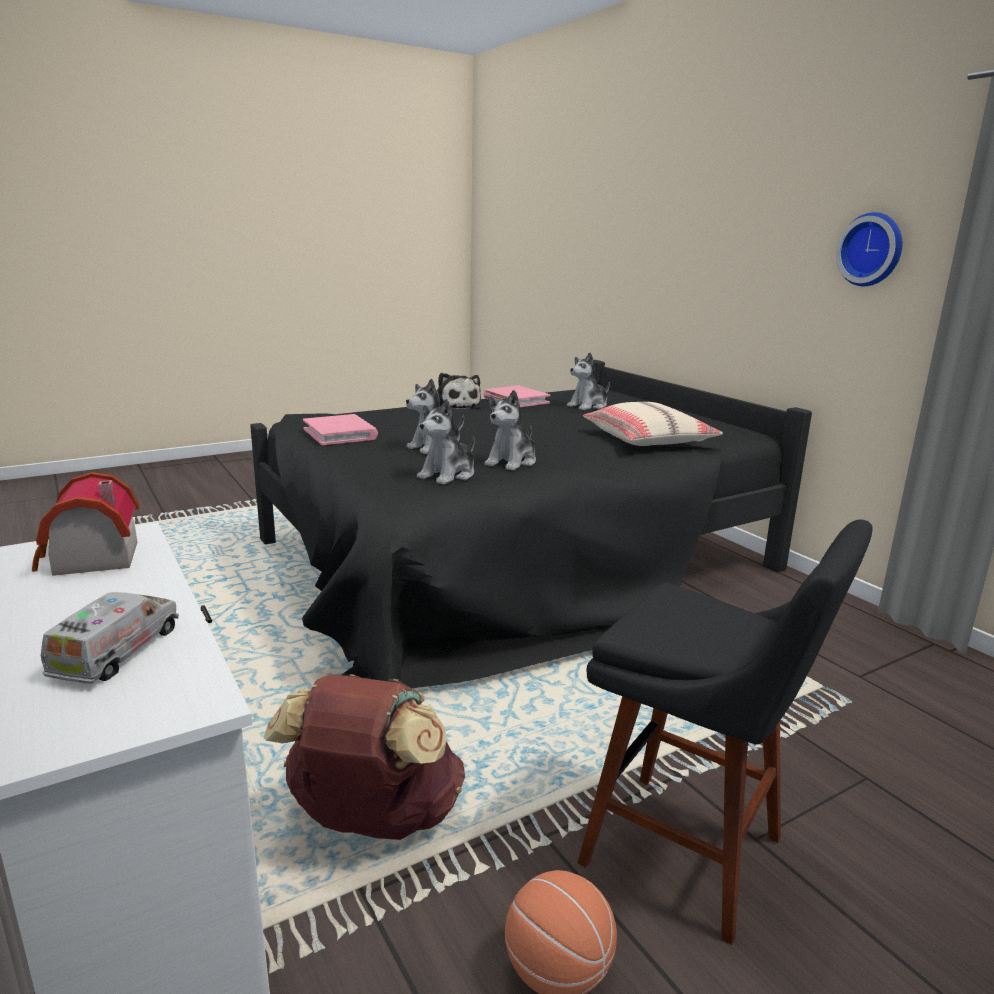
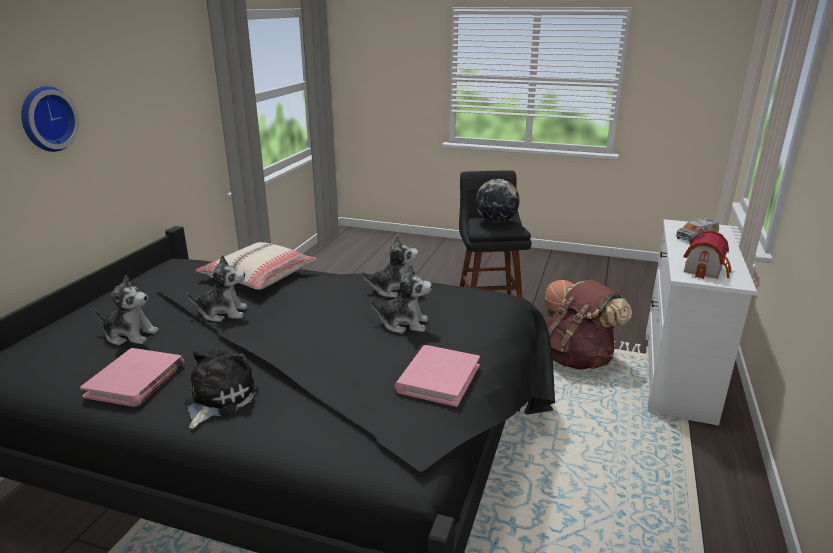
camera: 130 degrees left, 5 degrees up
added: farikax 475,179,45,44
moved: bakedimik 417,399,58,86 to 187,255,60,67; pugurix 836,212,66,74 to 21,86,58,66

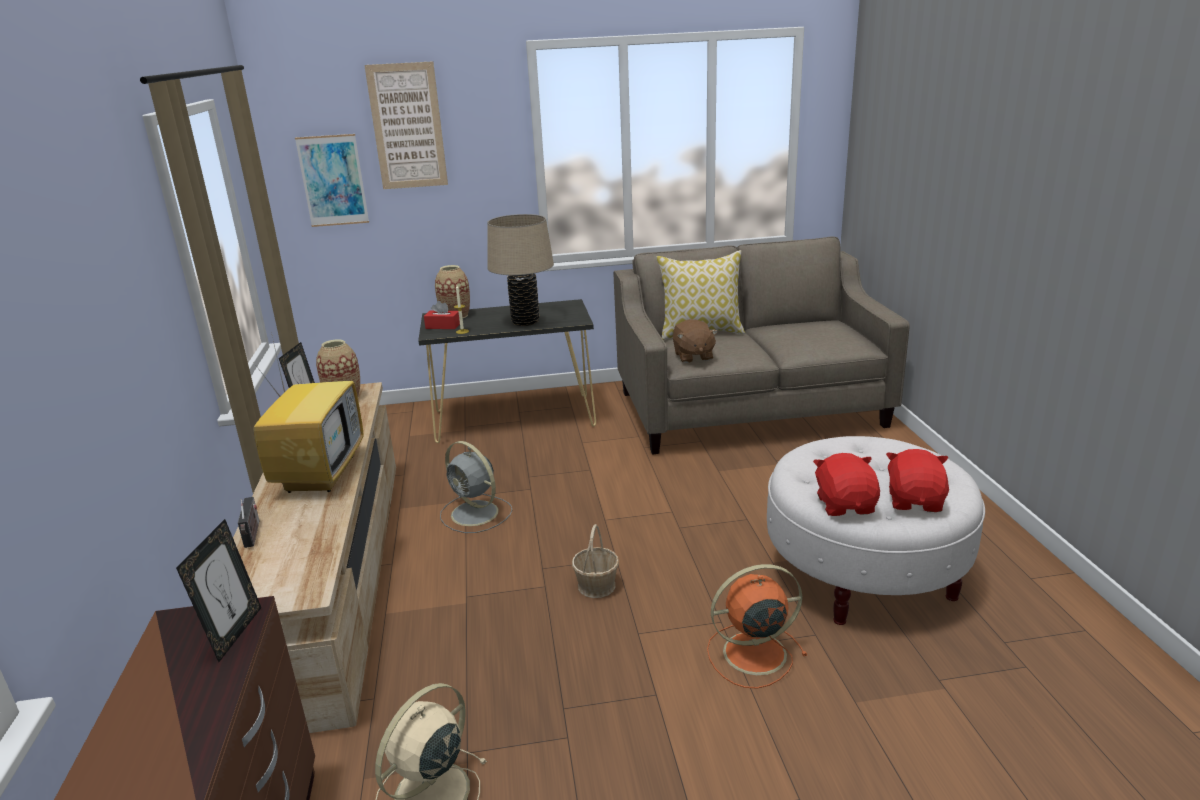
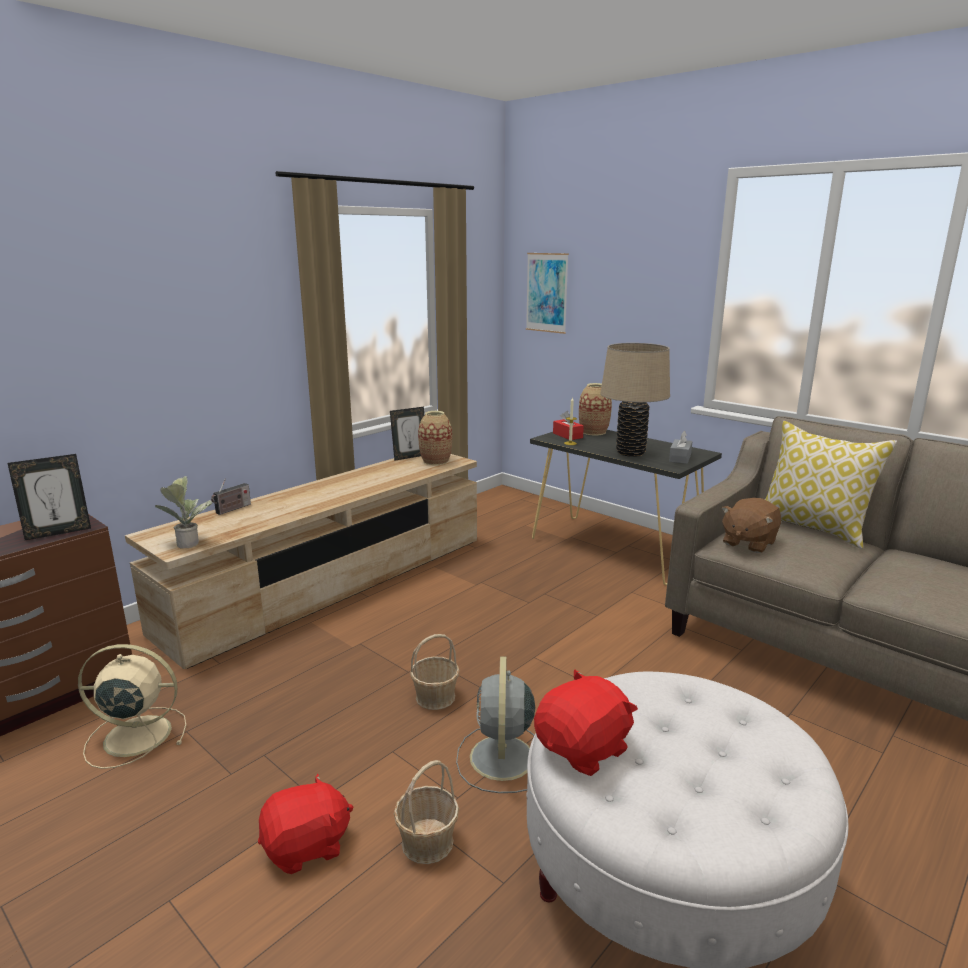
camera: 50 degrees right, 5 degrees down
removed: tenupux 253,337,111,156; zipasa 364,61,84,128
added: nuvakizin 155,476,58,73; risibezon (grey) 669,431,23,33
moved: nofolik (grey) 440,441,72,92 to 456,656,79,137; bakedimik (red) 886,449,63,63 to 258,773,95,101
replaced: nofolik (orange) 707,564,100,125 to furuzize 394,760,65,104

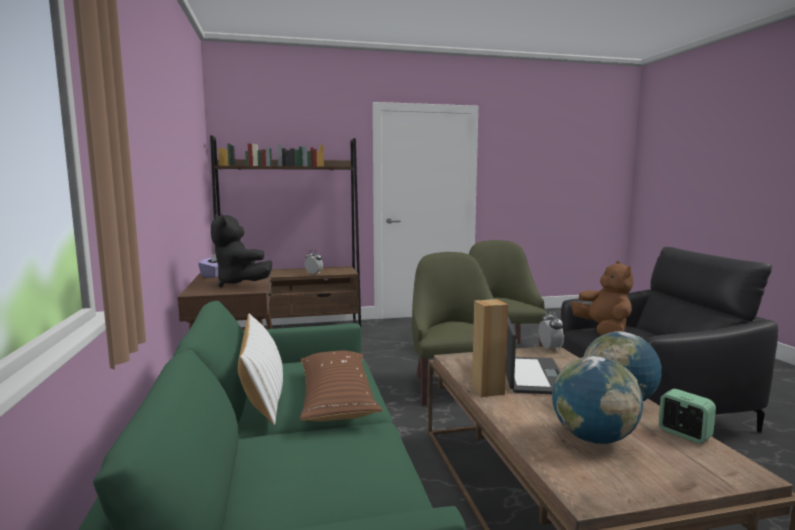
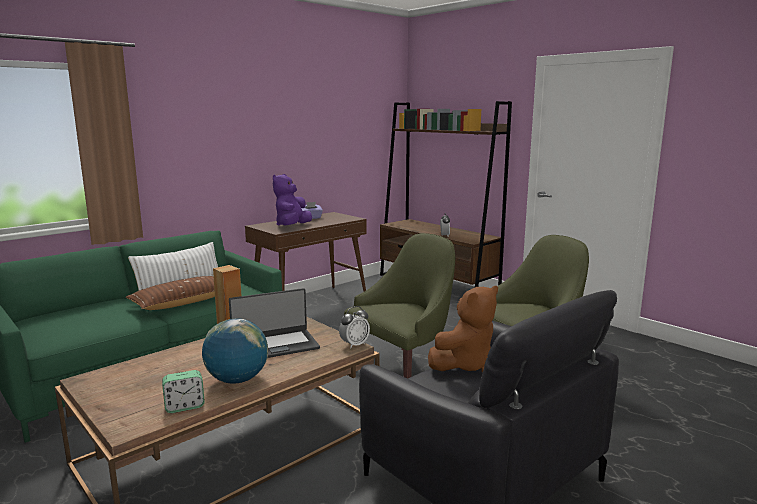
camera: 60 degrees right, 5 degrees up
removed: farikax 552,356,91,88
recoloured: bakedimik (black) 211,214,61,73 to bakedimik (purple) 273,174,39,52
turned: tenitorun 659,389,57,55 = 162,370,43,43 45 degrees clockwise

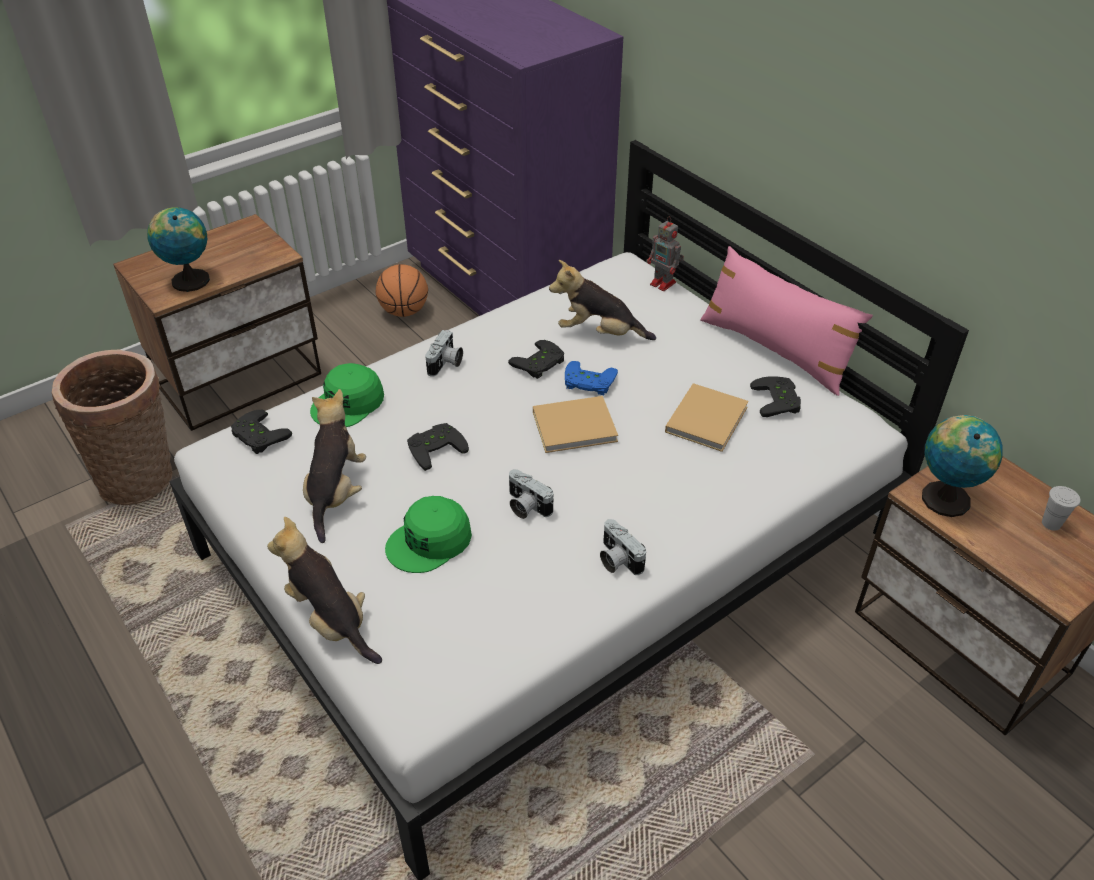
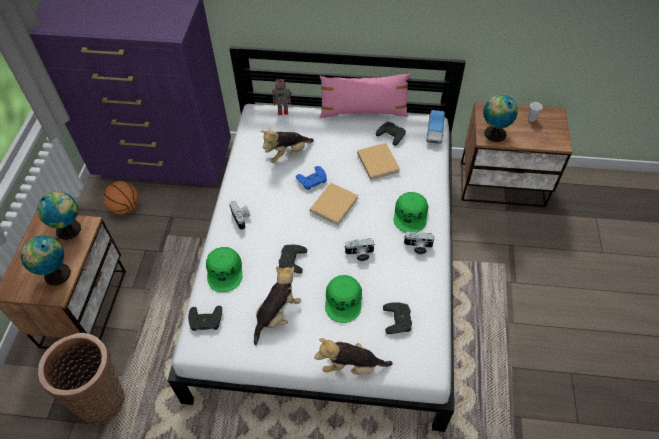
camera: 45 degrees left, 10 degrees up
added: farikax 37,191,44,49; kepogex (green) 394,192,35,40; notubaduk 426,110,19,34
moved: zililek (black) 508,340,56,39 to 383,302,29,32
turned: bakedimik 303,389,63,154 = 254,267,47,79 75 degrees clockwise

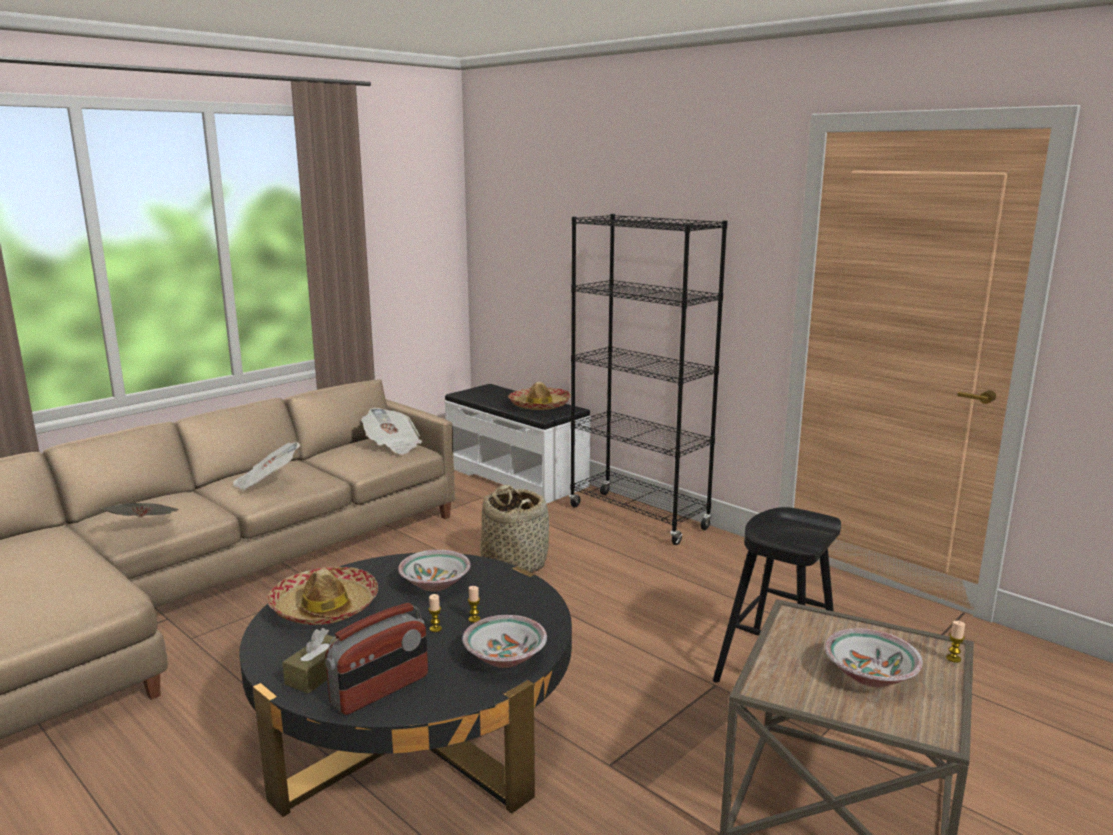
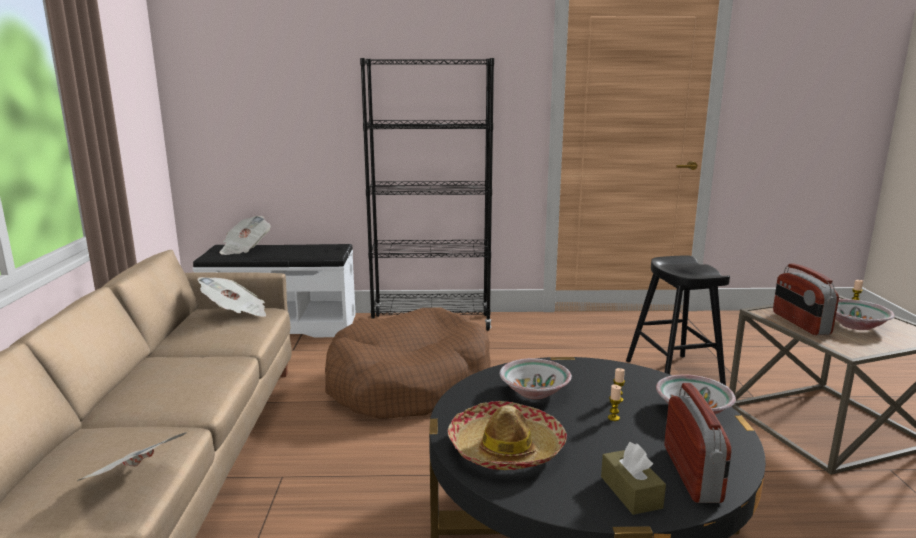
camera: 45 degrees left, 0 degrees up
removed: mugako 508,382,63,28
added: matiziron 773,263,66,72
moved: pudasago 232,442,68,49 to 219,216,52,39
replaced: furuzize 480,485,69,88 to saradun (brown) 325,307,166,112

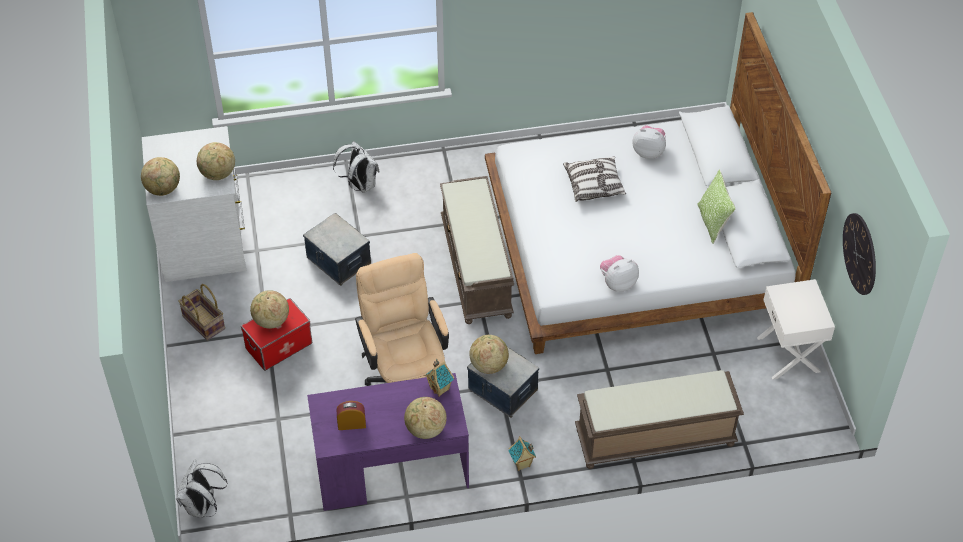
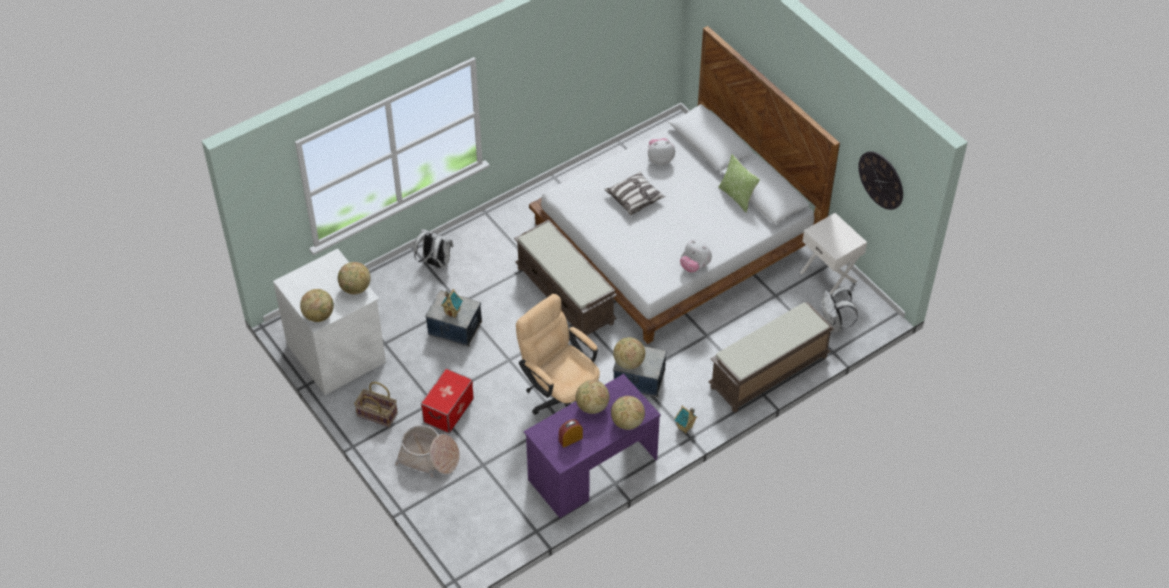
camera: 25 degrees left, 0 degrees up
added: furuzize 395,425,65,52
moved: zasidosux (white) 176,459,52,59 to 821,287,37,45; farikax 250,290,39,39 to 576,380,33,34; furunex 424,359,30,38 to 441,289,22,29
turned: bakedimik 600,255,39,37 = 680,240,32,32 90 degrees counterclockwise

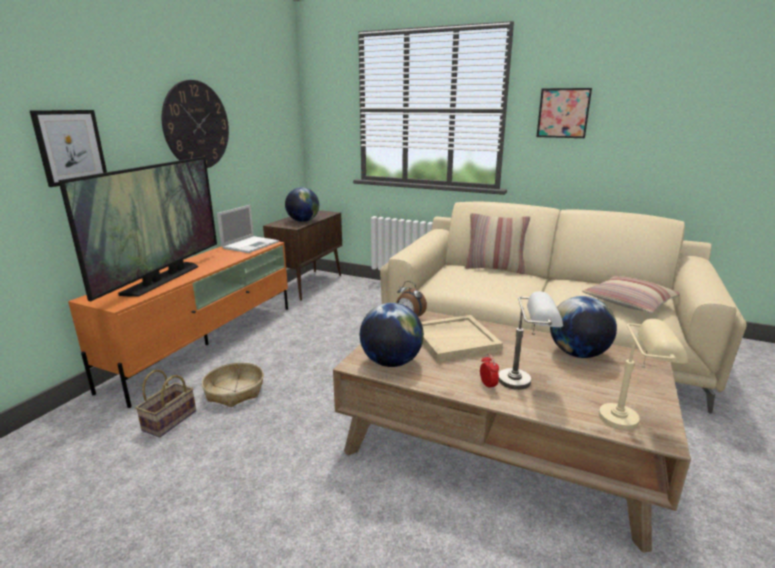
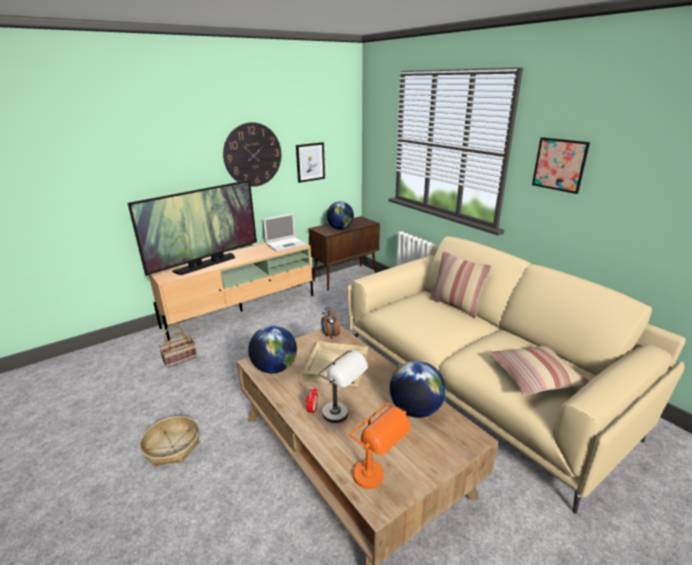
camera: 30 degrees right, 5 degrees up
moved: zipasa 30,110,77,77 to 296,142,29,41; furuzize 202,362,62,45 to 140,416,59,50
recoloured: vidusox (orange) 68,242,220,166 to vidusox (beige) 149,243,164,98; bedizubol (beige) 599,319,89,111 to bedizubol (orange) 350,403,60,86

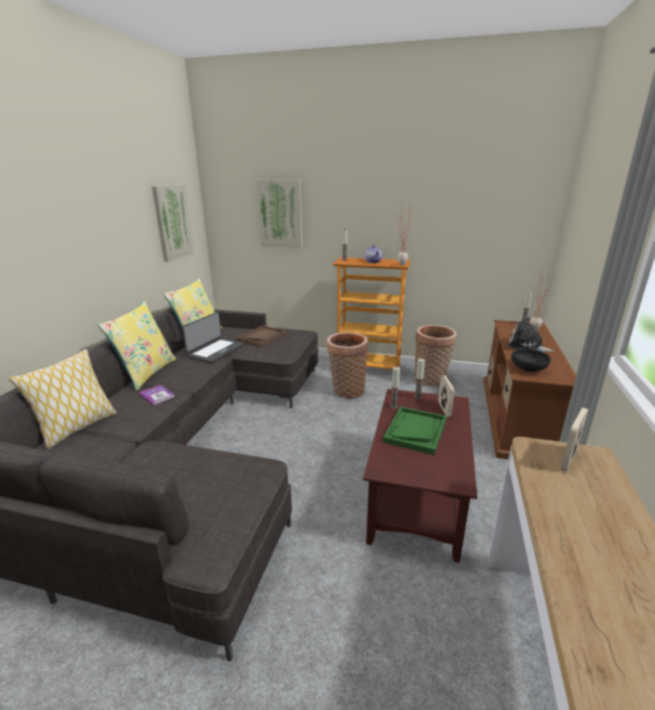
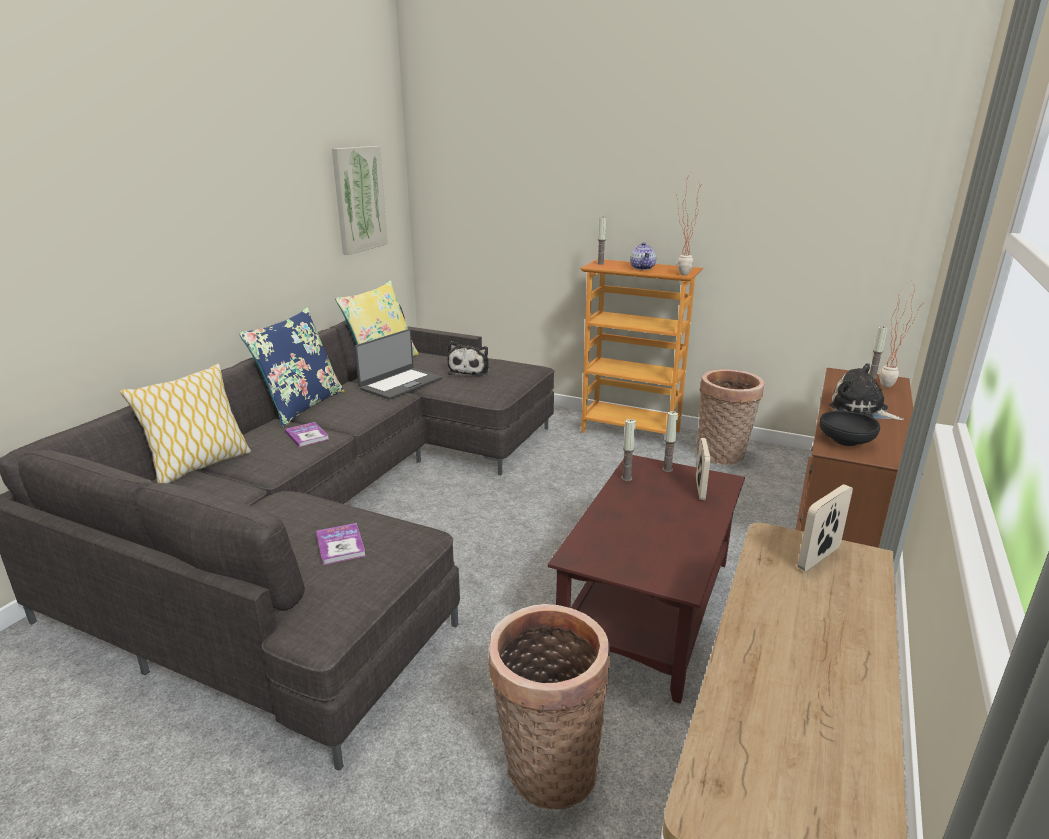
camera: 10 degrees right, 0 degrees up
removed: zipasa 256,179,47,69; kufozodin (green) 383,406,63,49
added: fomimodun 316,523,50,42
moved: furuzize 327,332,41,67 to 488,604,122,205
replaced: kufozodin (brown) 236,326,51,21 to bakedimik 448,341,41,35
recoloured: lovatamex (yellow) 98,301,78,90 to lovatamex (blue) 239,307,105,120

